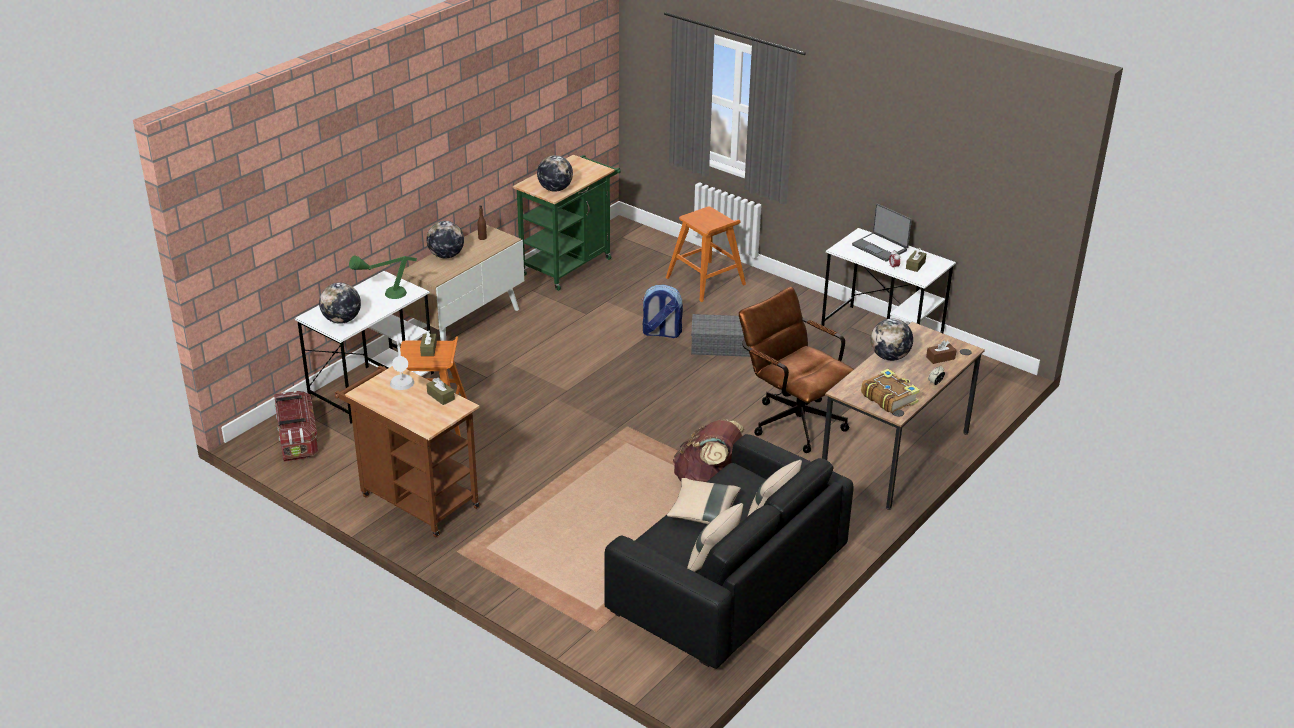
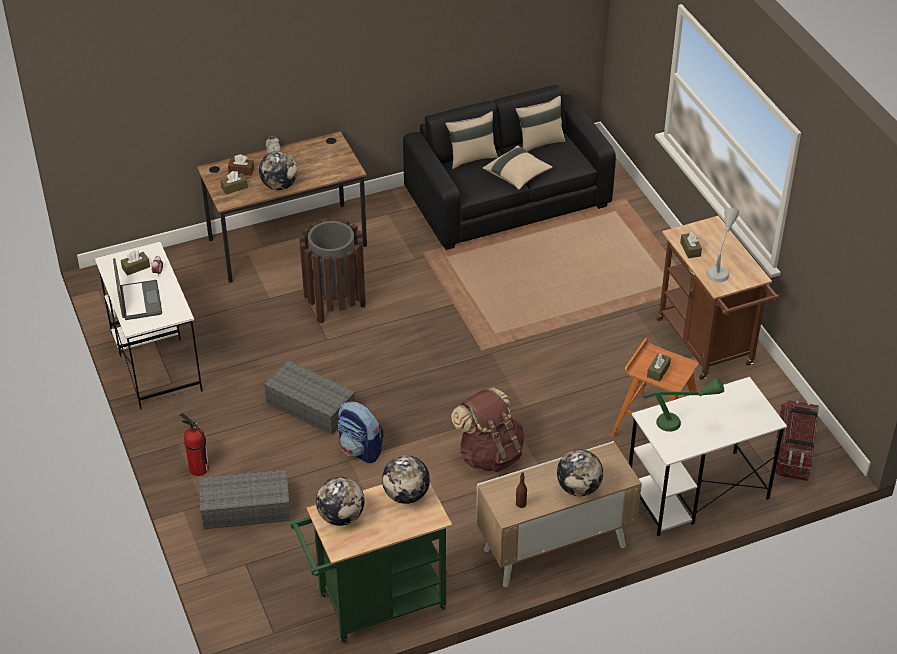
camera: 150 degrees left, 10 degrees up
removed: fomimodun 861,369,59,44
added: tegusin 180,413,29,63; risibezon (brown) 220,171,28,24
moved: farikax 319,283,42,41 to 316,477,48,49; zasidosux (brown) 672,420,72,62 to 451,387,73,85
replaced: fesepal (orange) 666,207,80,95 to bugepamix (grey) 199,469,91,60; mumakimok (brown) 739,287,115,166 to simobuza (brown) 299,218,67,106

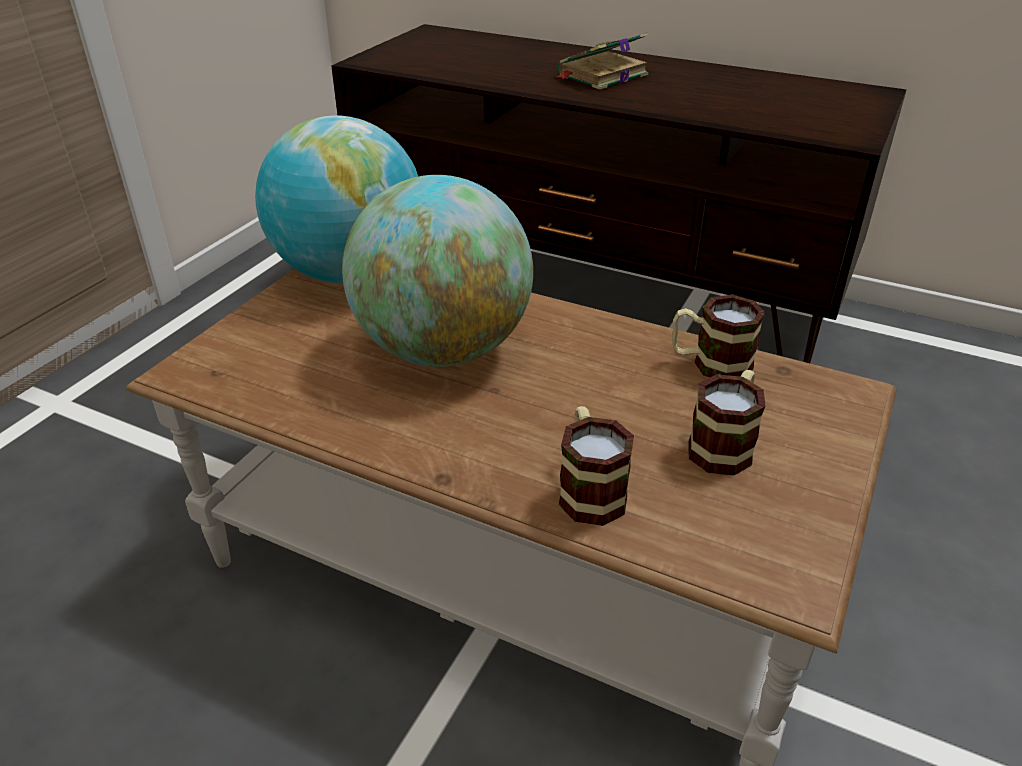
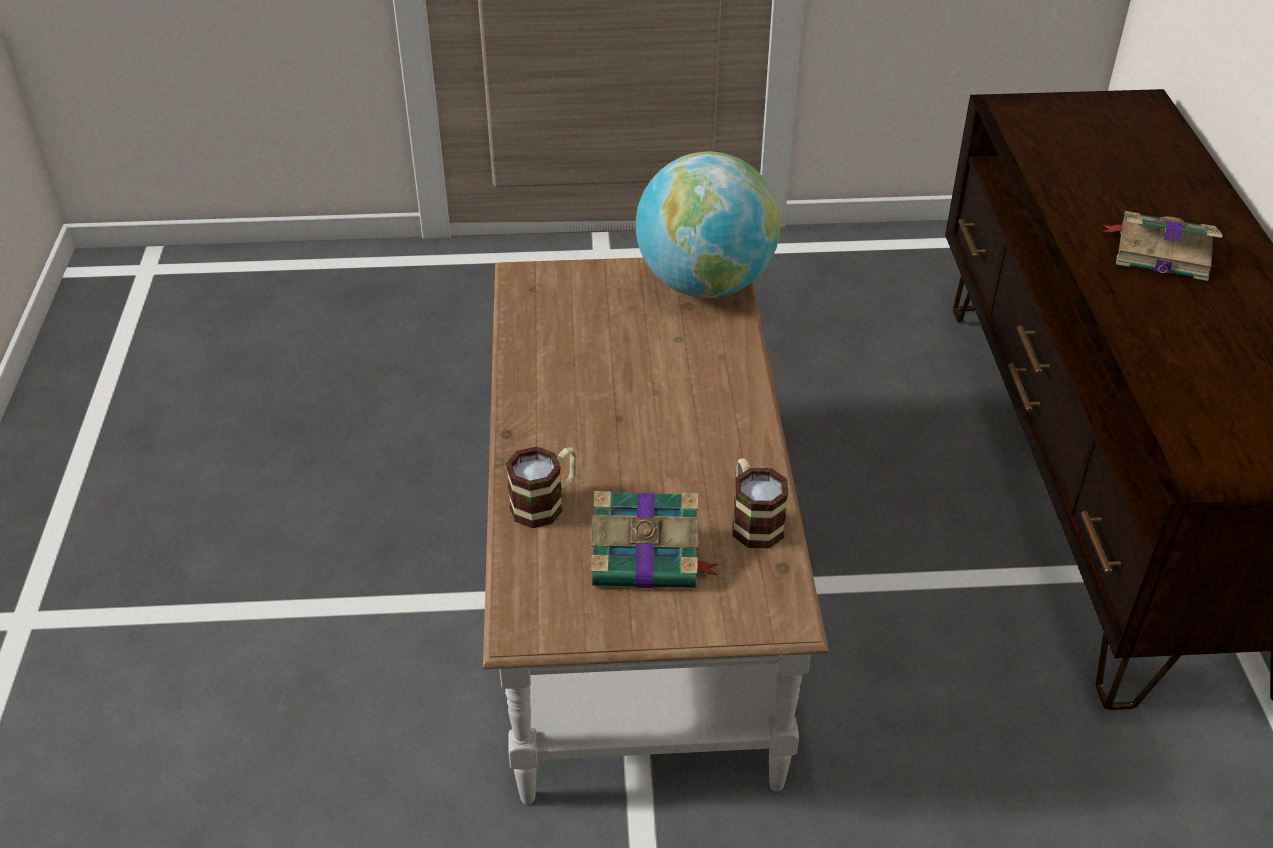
camera: 60 degrees right, 5 degrees up
removed: farikax 342,175,191,192
replaced: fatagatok 688,370,78,106 to fomimodun 591,491,127,97

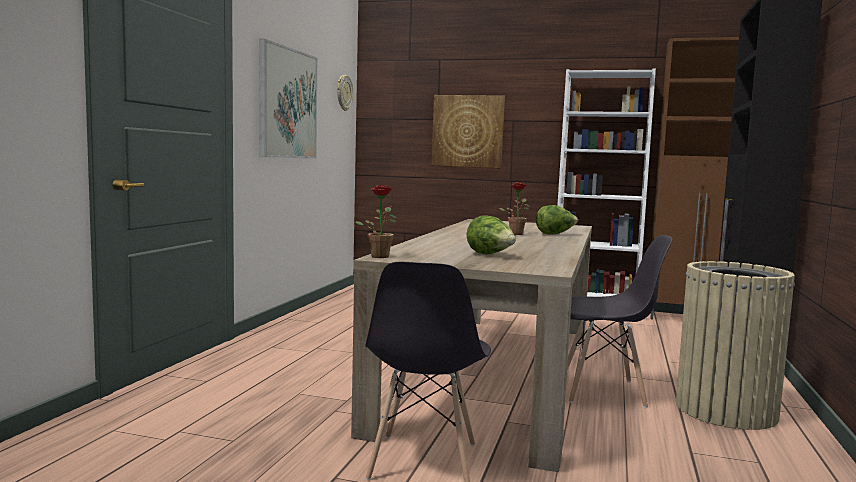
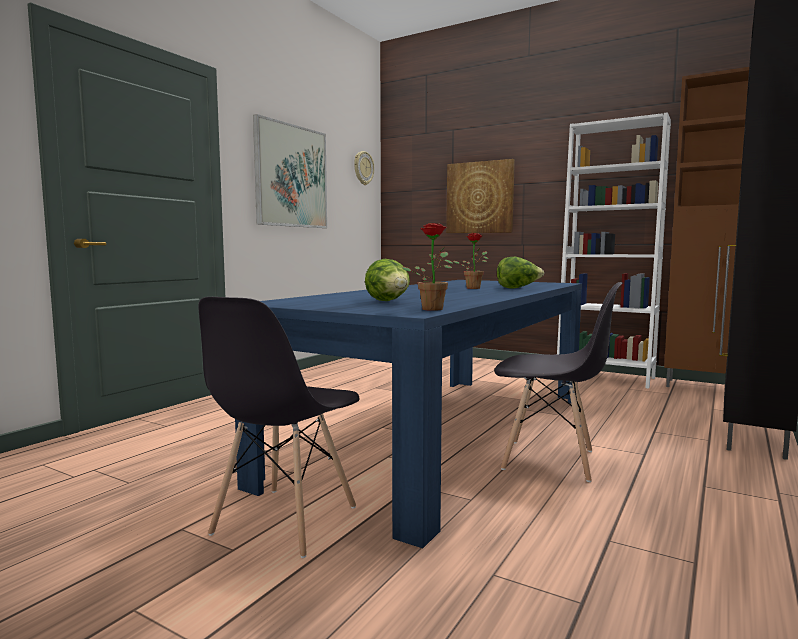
camera: 15 degrees right, 0 degrees up
removed: simobuza (beige) 676,261,119,169
moved: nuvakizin 356,185,40,73 to 401,223,52,88
recoloured: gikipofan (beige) 351,219,241,253 to gikipofan (blue) 235,280,347,268

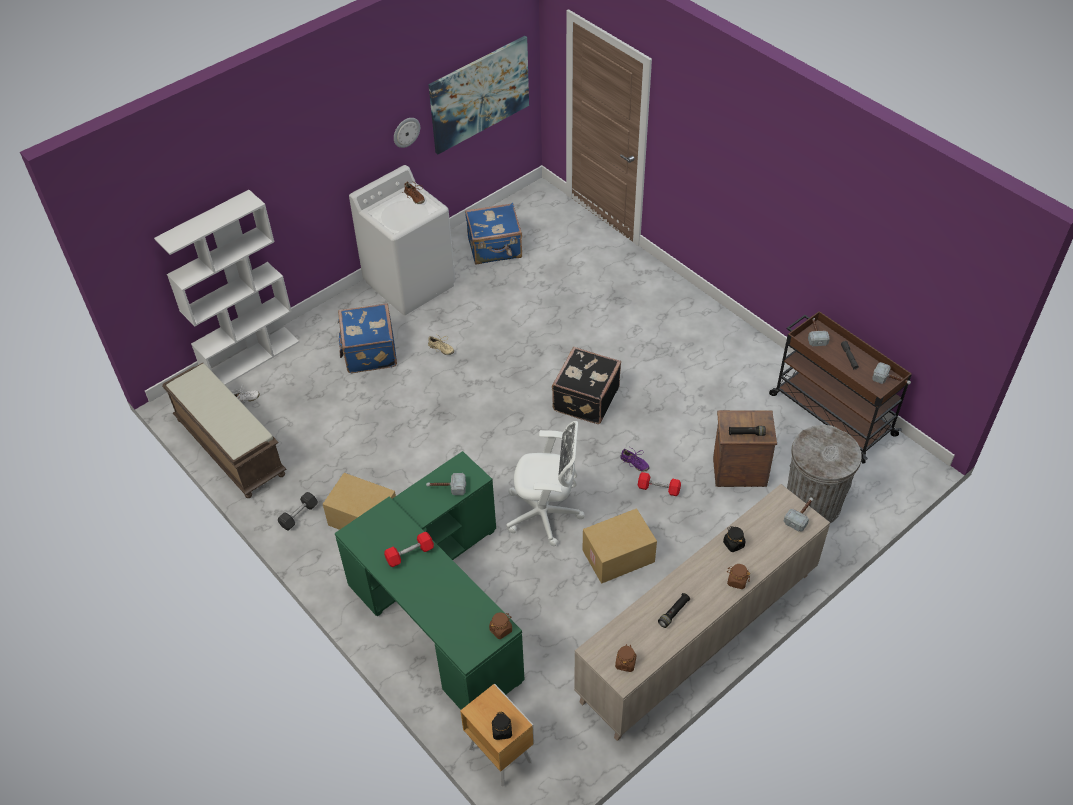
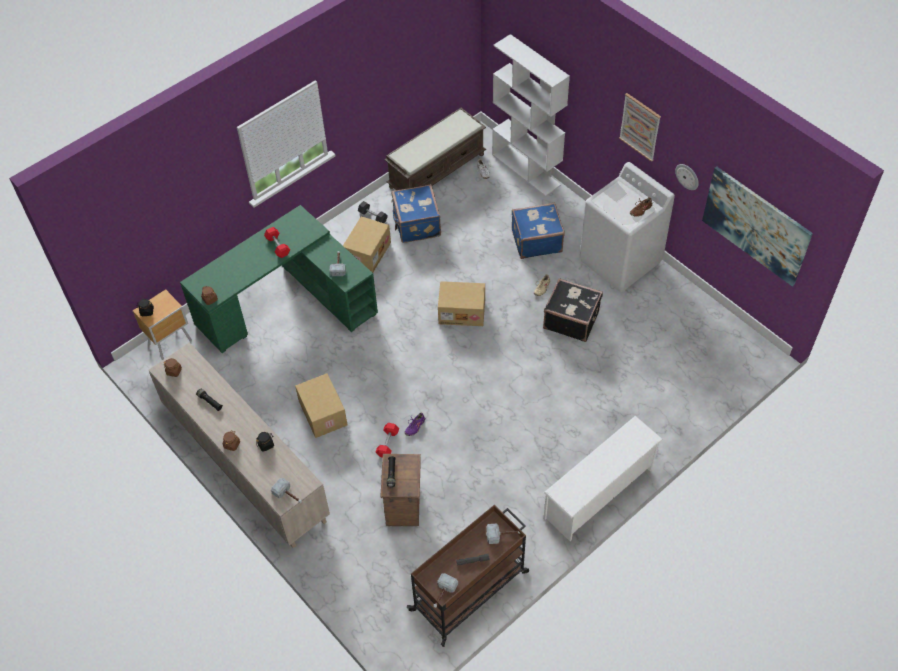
camera: 90 degrees right, 5 degrees up
removed: mumakimok (white) 506,421,79,125; simobuza (grey) 787,425,75,98
added: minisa 438,281,47,45; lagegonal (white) 543,416,120,125; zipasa 619,93,42,69
moved: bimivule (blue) 465,203,57,62 to 391,184,50,59; bimivule (black) 552,347,69,77 to 543,278,60,64

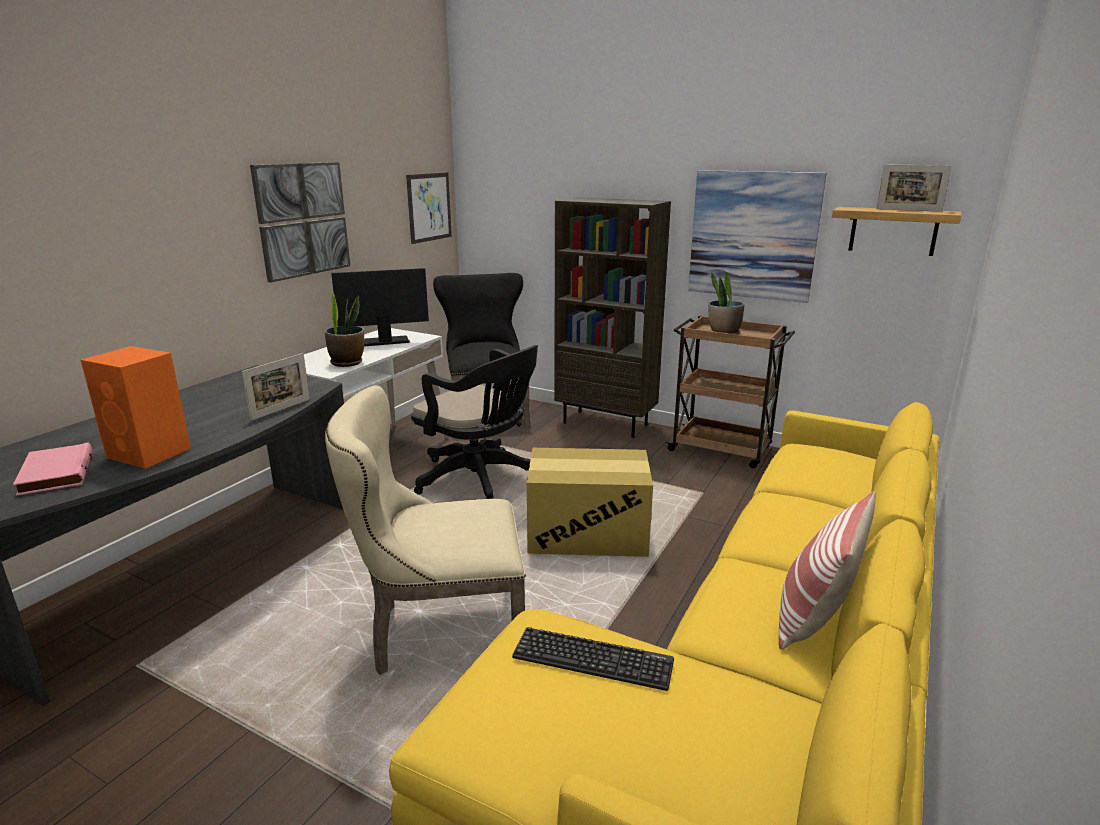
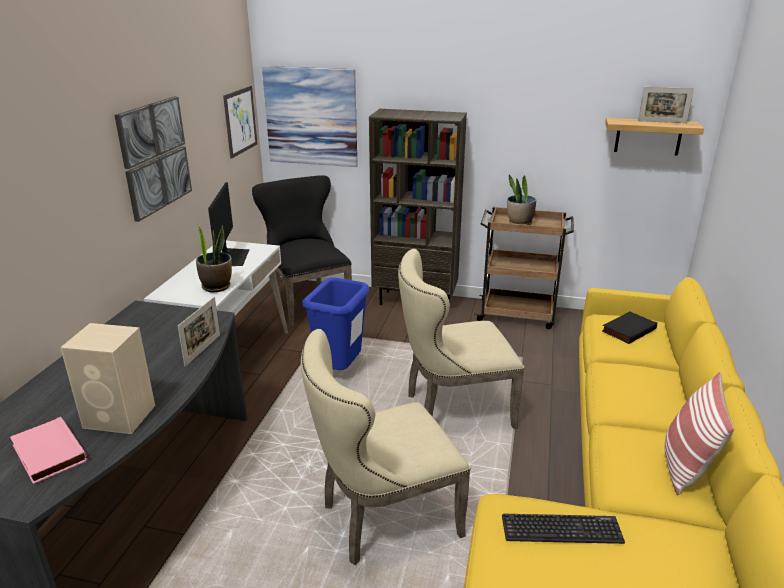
camera: 15 degrees left, 5 degrees up
added: fomimodun (black) 602,312,55,32
moved: zipasa 688,170,139,133 to 262,66,96,101
replaced: mumakimok (black) 411,345,127,154 to simobuza (blue) 302,277,67,93; minisa 527,448,126,109 to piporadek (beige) 398,249,127,180
recoloured: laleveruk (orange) 81,346,110,123 to laleveruk (beige) 60,323,95,111
turned: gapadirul 331,268,98,78 = 208,182,42,84 120 degrees clockwise

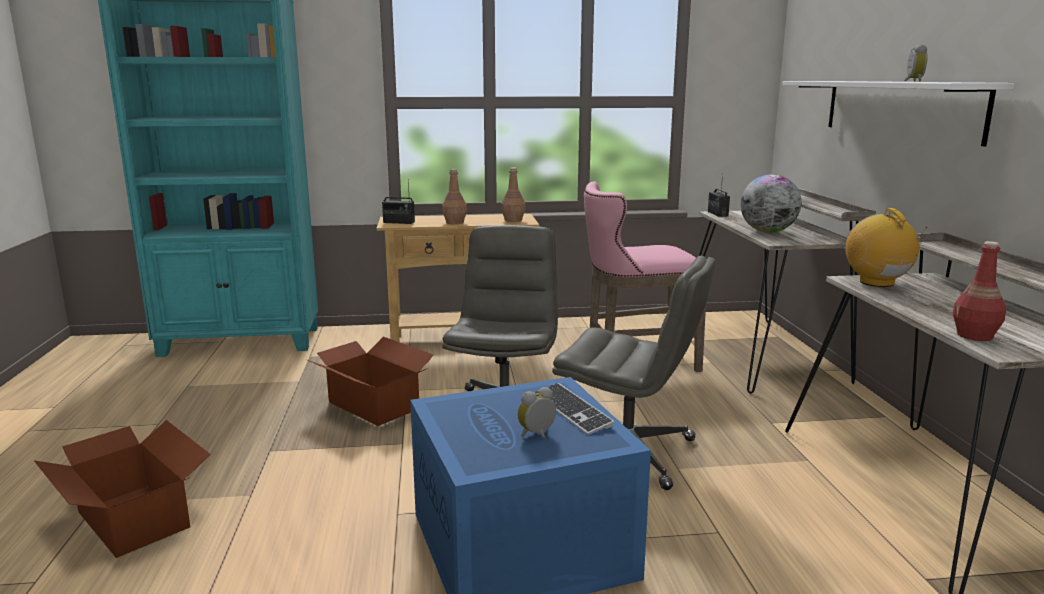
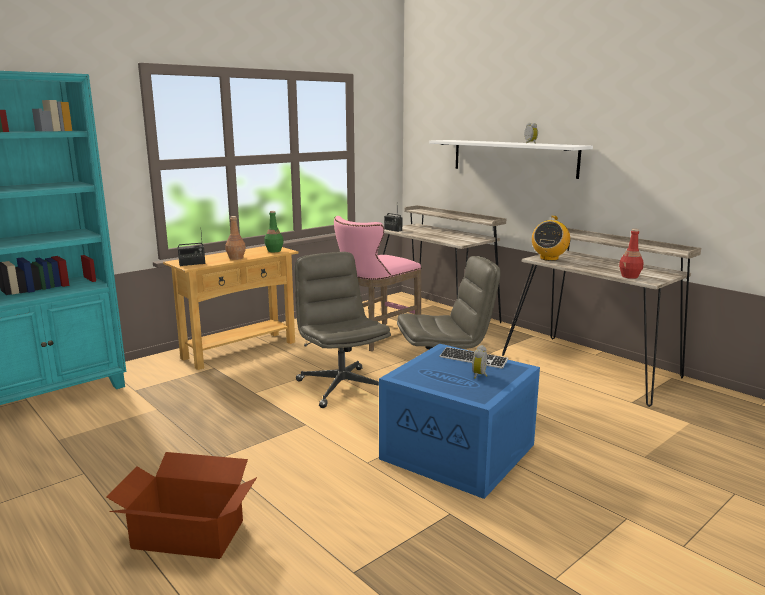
camera: 35 degrees left, 0 degrees up
removed: minisa 307,337,127,89; farikax 740,174,61,59
recoloured: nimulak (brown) 501,168,25,54 to nimulak (green) 265,211,19,41
turned: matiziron 845,208,82,79 = 532,216,38,45 105 degrees counterclockwise

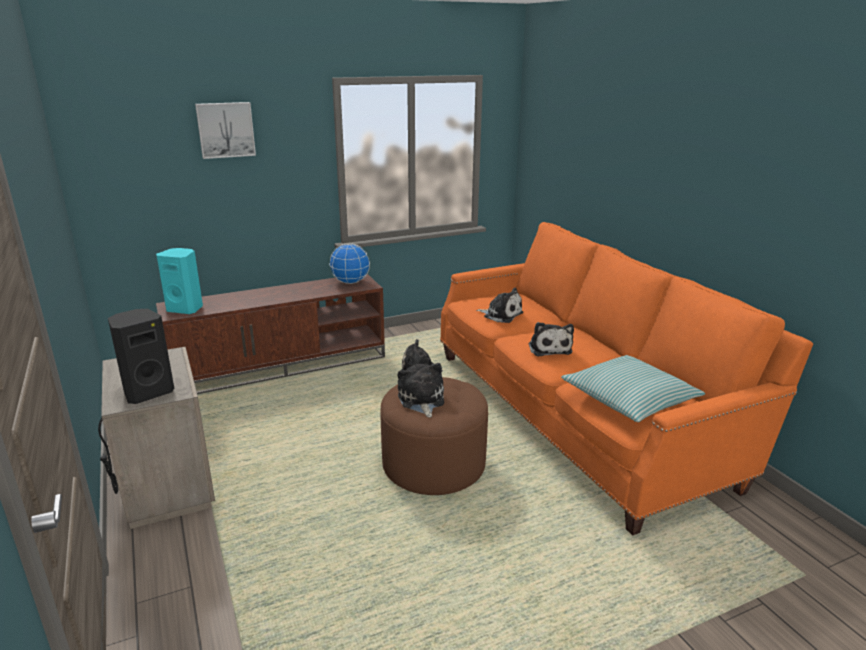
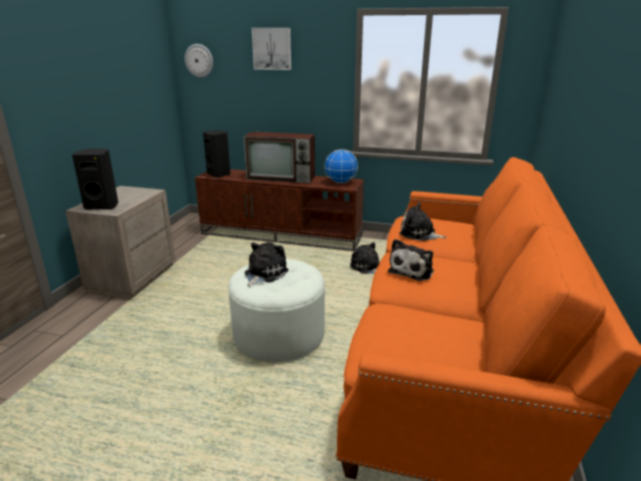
camera: 40 degrees right, 0 degrees up
removed: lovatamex 561,355,144,67
added: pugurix 185,44,28,33; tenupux 244,132,71,51
recoloured: laleveruk (turquoise) 156,248,47,66 to laleveruk (black) 203,130,27,48; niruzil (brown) 380,377,108,118 to niruzil (white) 229,258,96,104
turned: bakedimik 476,288,47,35 = 399,202,48,39 135 degrees clockwise

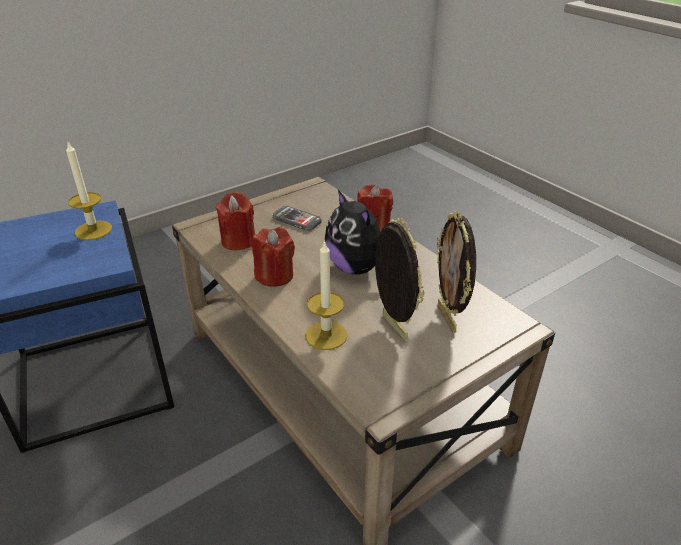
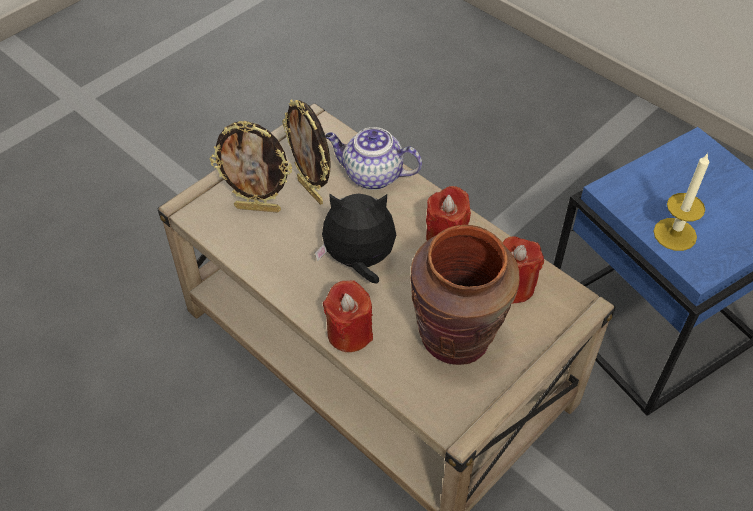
camera: 170 degrees right, 15 degrees up
replaced: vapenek 273,206,49,25 to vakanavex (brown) 410,225,110,140; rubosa 305,240,42,110 to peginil 325,127,97,63
turned: bakedimik 325,190,56,85 = 315,193,81,91 45 degrees counterclockwise; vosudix 437,211,39,122 = 209,120,83,93 120 degrees clockwise

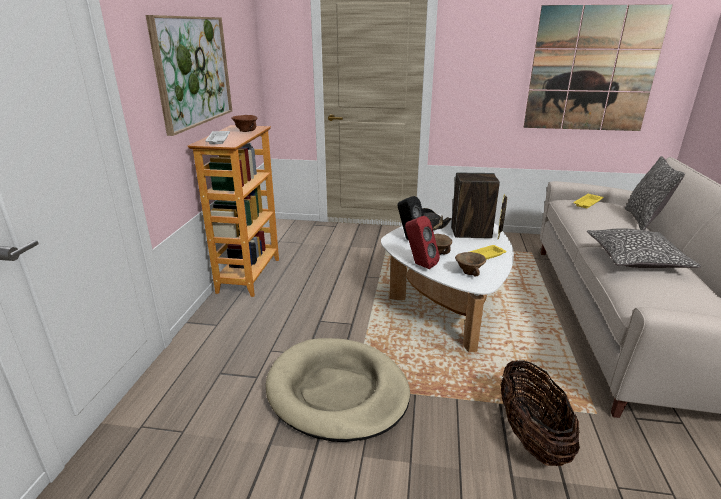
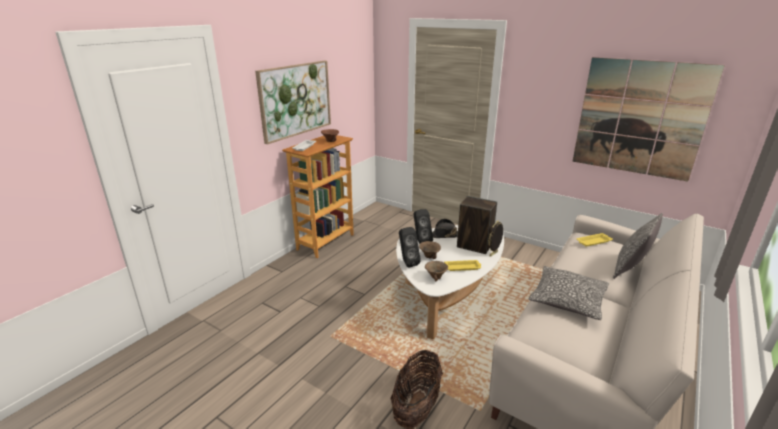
camera: 25 degrees right, 0 degrees up
removed: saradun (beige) 266,338,144,104
recoloured: laleveruk (red) 405,216,35,53 to laleveruk (black) 399,227,22,41

